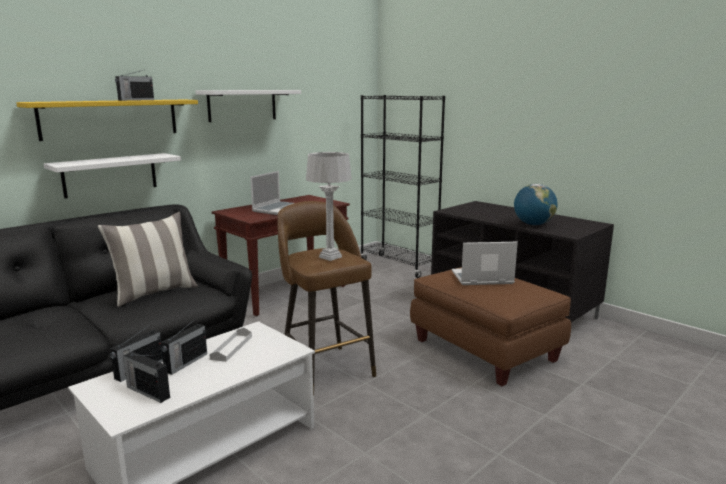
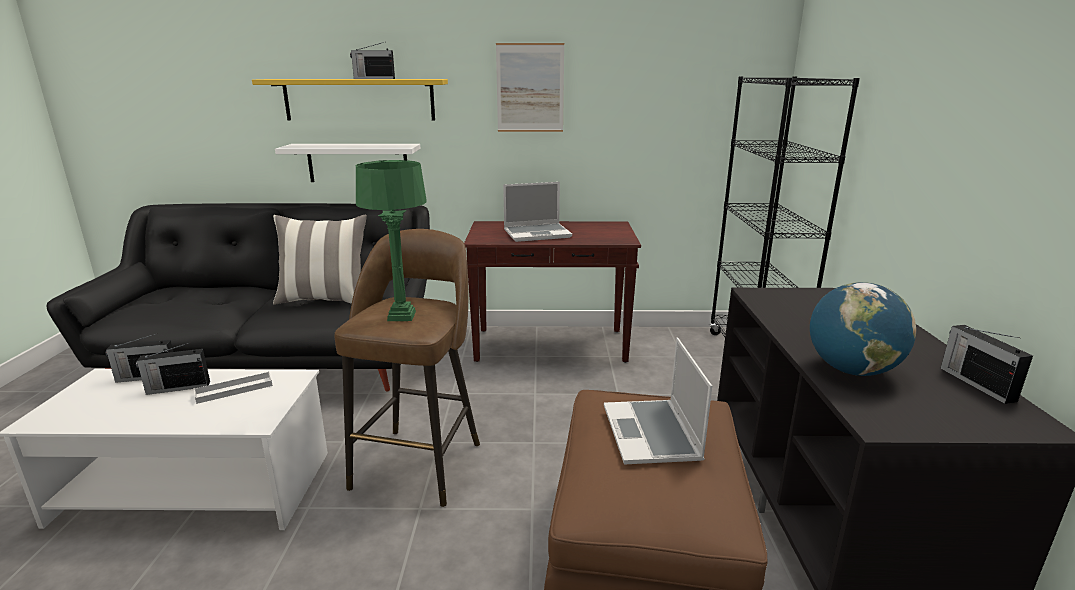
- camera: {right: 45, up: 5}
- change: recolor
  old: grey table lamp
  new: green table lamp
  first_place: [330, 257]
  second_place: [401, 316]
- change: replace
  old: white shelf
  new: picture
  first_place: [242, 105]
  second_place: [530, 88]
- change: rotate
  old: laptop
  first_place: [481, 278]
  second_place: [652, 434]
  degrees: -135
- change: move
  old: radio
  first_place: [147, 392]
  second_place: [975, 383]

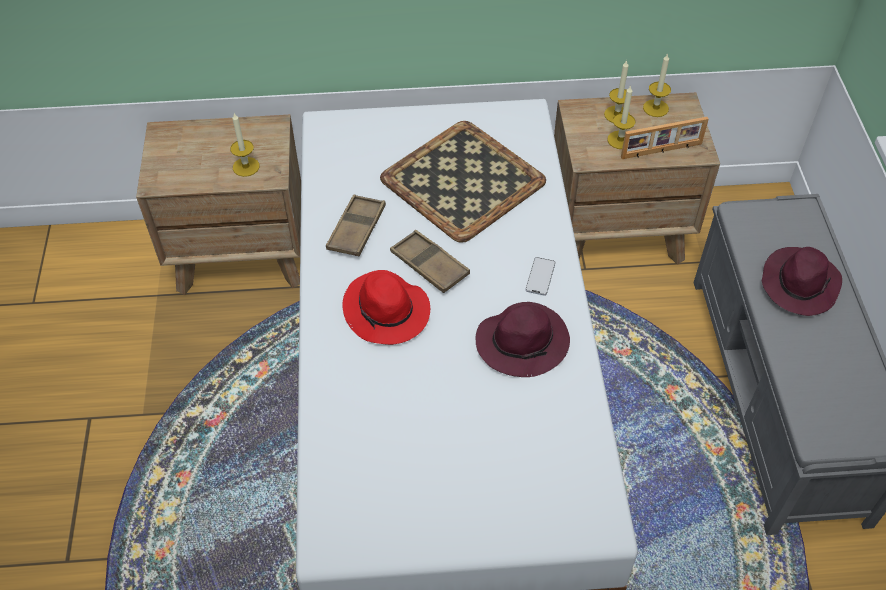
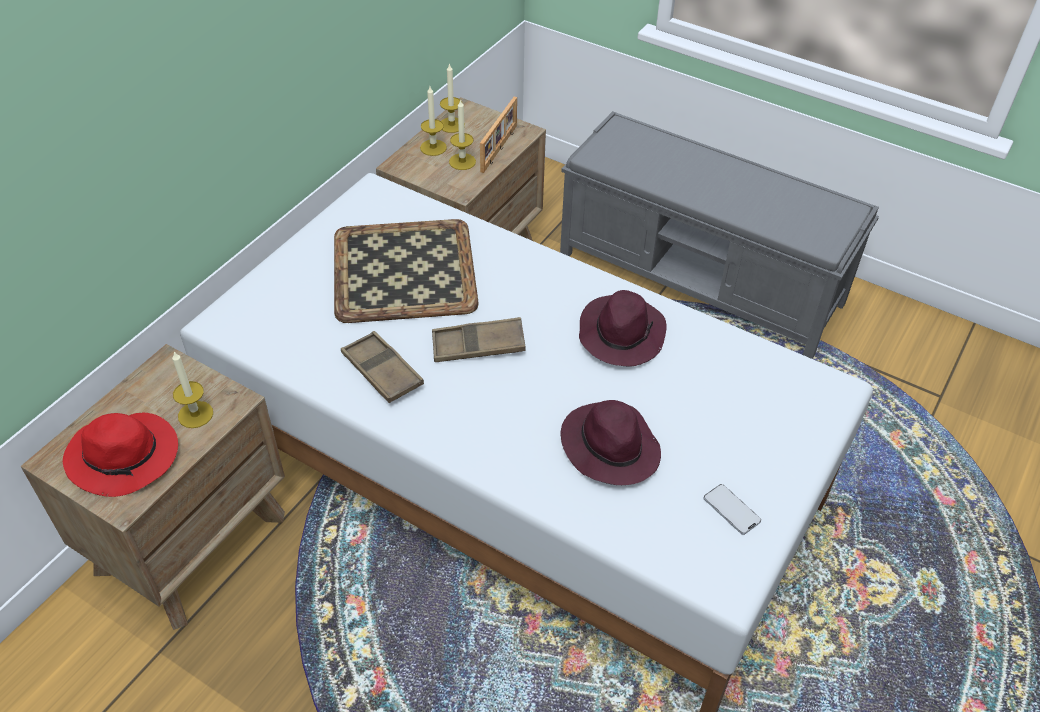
- camera: {right: -55, up: -5}
- change: move
  old: red hat
  first_place: [387, 312]
  second_place: [125, 457]
- change: move
  old: purple hat
  first_place: [799, 284]
  second_place: [609, 446]
- change: move
  old: phone
  first_place: [540, 277]
  second_place: [731, 510]

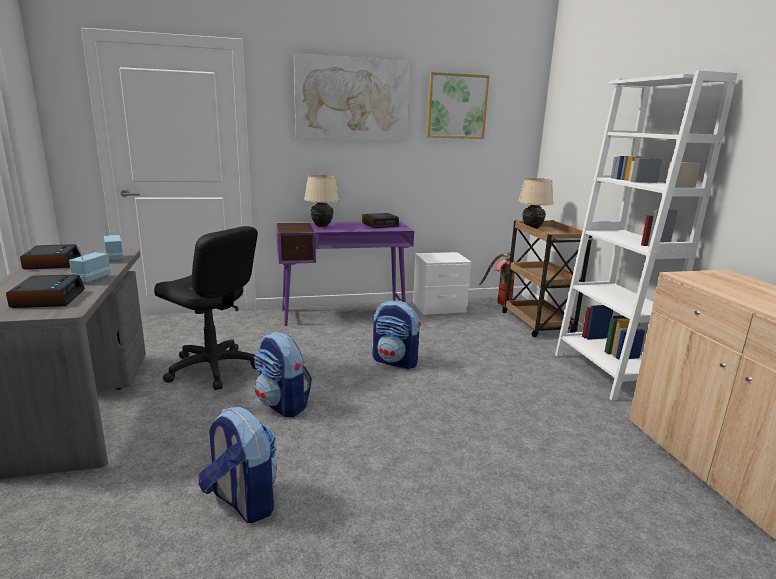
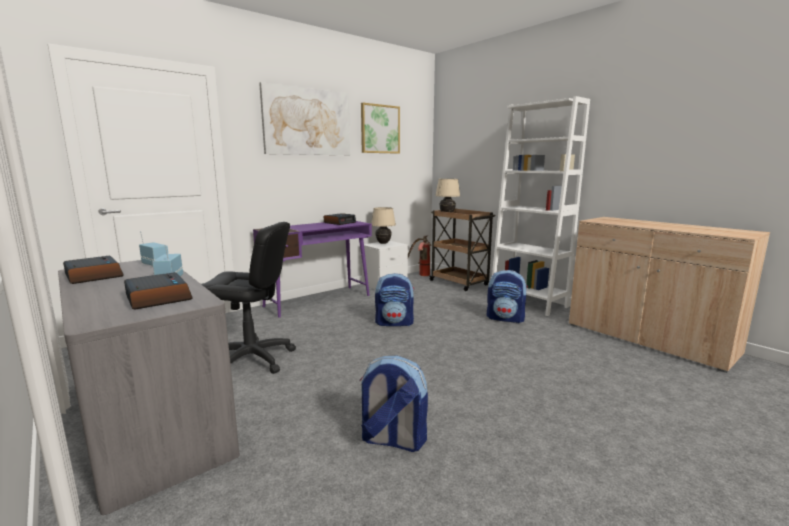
- camera: {right: -25, up: -5}
- change: move
  old: beige table lamp
  first_place: [321, 226]
  second_place: [383, 243]
- change: move
  old: backpack
  first_place: [283, 405]
  second_place: [506, 318]

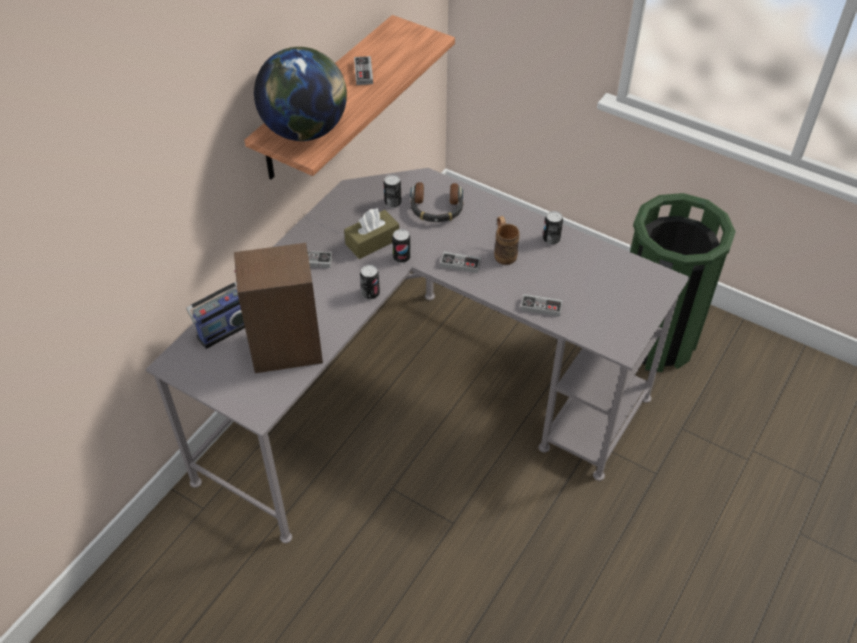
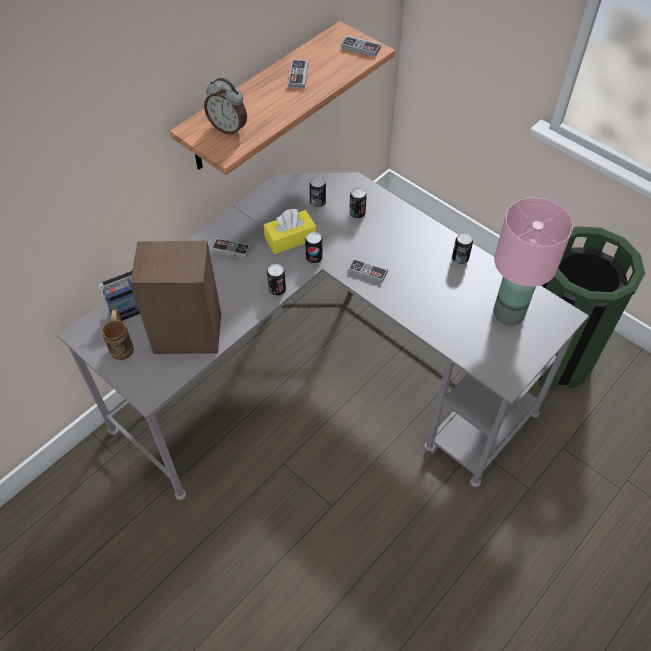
- camera: {right: 10, up: 5}
- change: move
  old: brown mug
  first_place: [503, 252]
  second_place: [122, 345]
- change: replace
  old: globe
  new: alarm clock
  first_place: [305, 130]
  second_place: [228, 128]
- change: recolor
  old: brown tissue box
  new: yellow tissue box
  first_place: [372, 241]
  second_place: [290, 238]
- change: move
  old: game controller
  first_place: [541, 307]
  second_place: [360, 48]
- change: replace
  old: headphones
  new: can
  first_place: [436, 208]
  second_place: [357, 213]
- change: insert
  new: pink table lamp
  second_place: [507, 313]

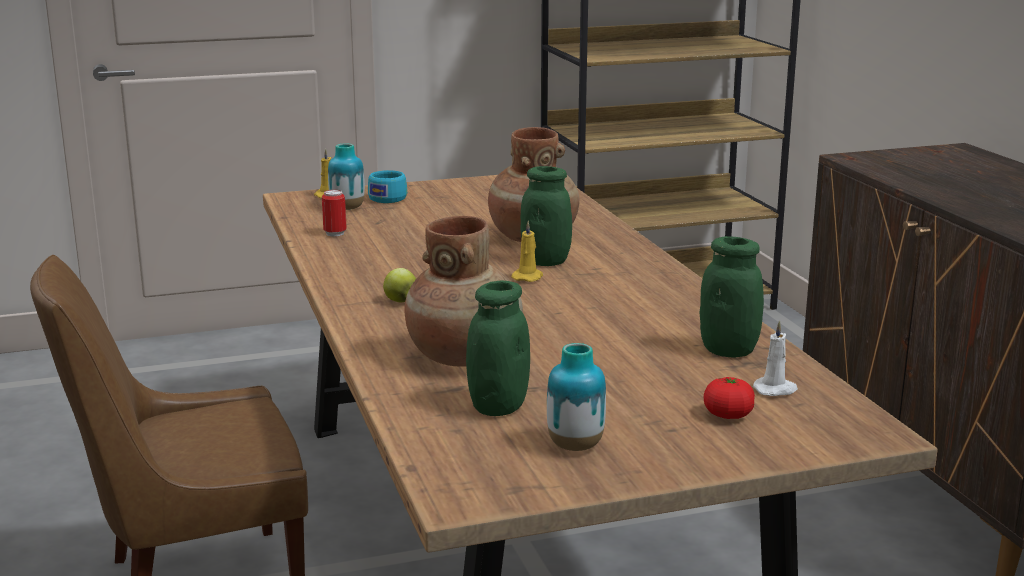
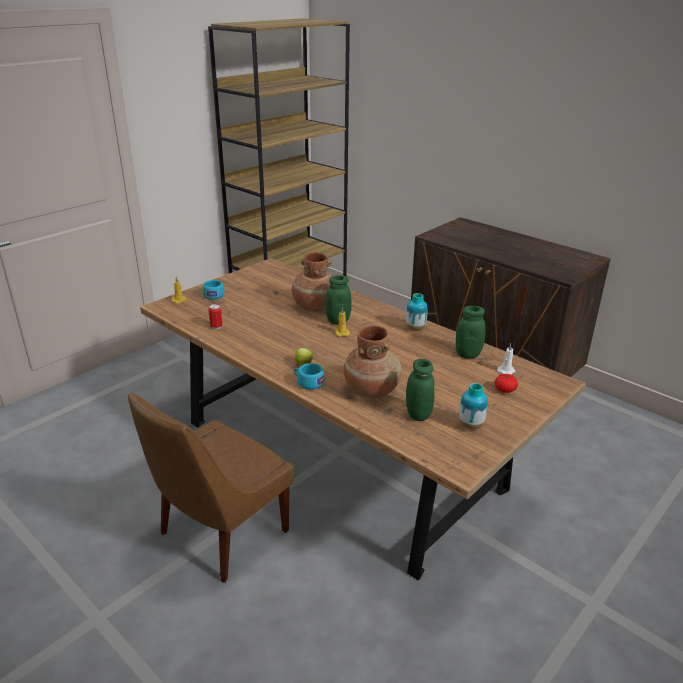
- camera: {right: -30, up: 10}
- change: insert
  new: turquoise cup
  second_place: [308, 383]
- change: move
  old: vase
  first_place: [347, 208]
  second_place: [415, 329]

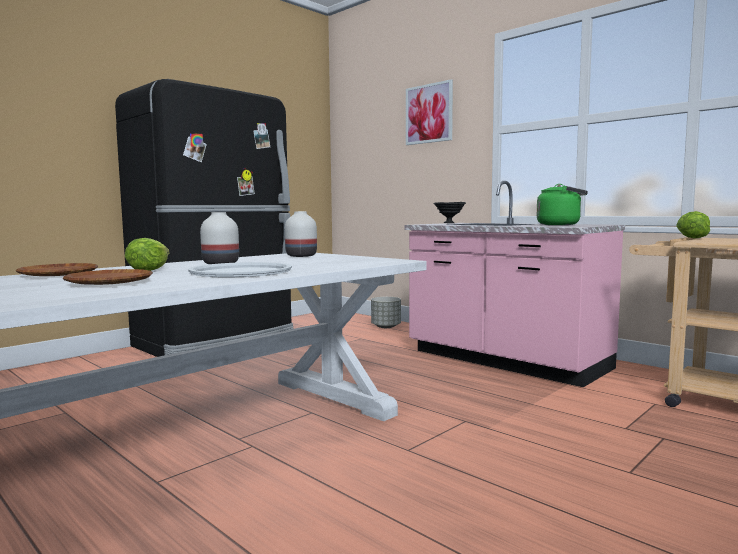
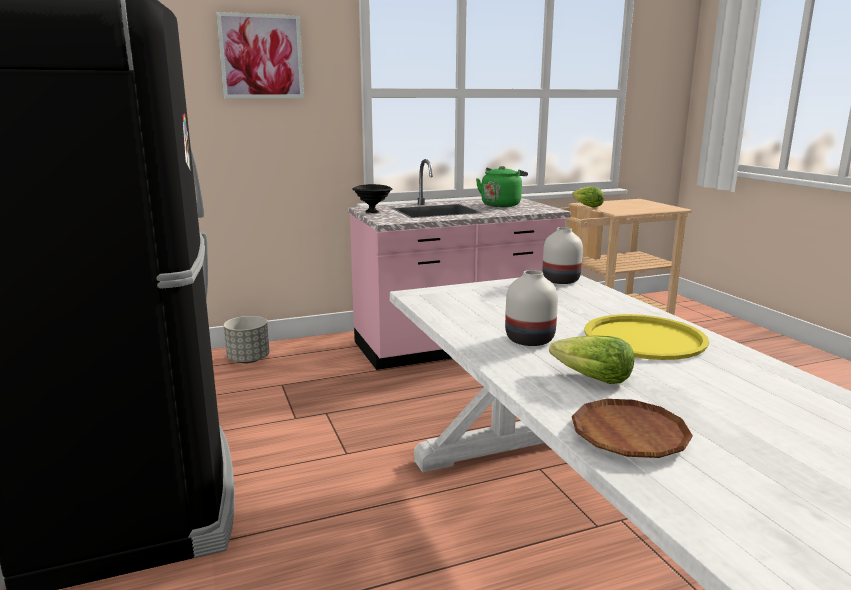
- camera: {right: -65, up: 10}
- change: move
  old: white vase
  first_place: [300, 256]
  second_place: [561, 281]
- change: recolor
  old: white tray
  new: yellow tray
  first_place: [241, 271]
  second_place: [644, 338]
- change: delete
  old: brown plate
  first_place: [109, 282]

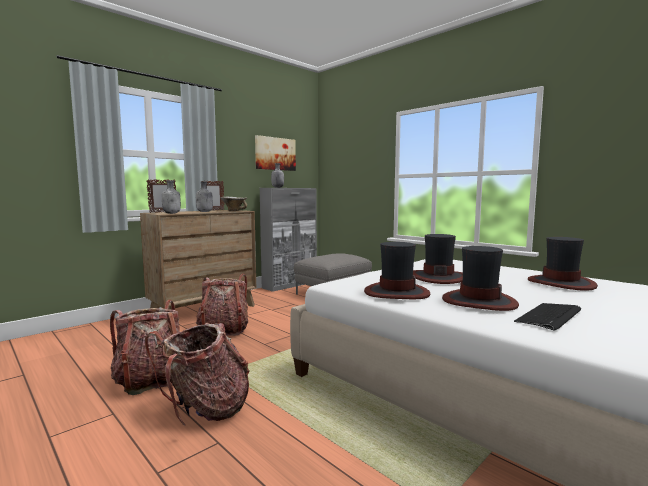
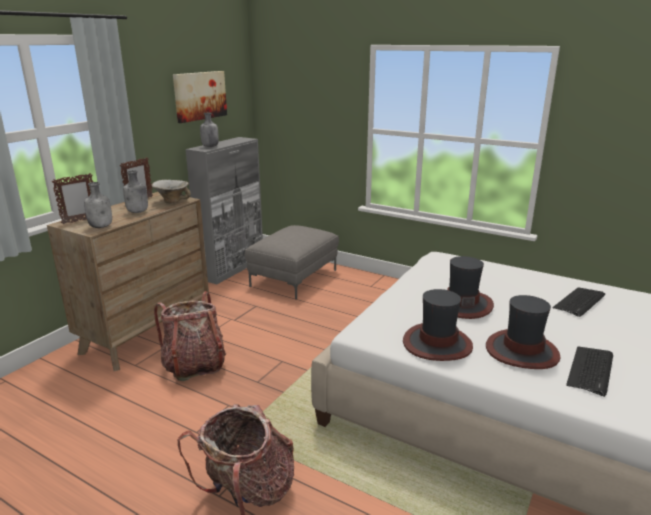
- camera: {right: -15, up: 15}
- change: replace
  old: hat
  new: keyboard
  first_place: [561, 283]
  second_place: [579, 302]
- change: delete
  old: backpack
  first_place: [151, 379]

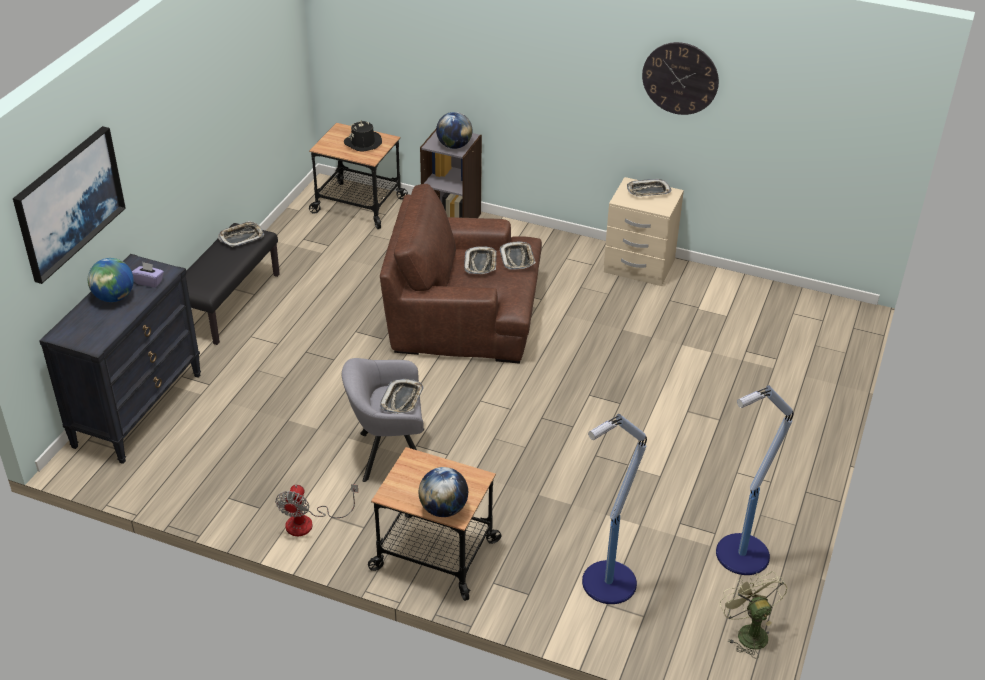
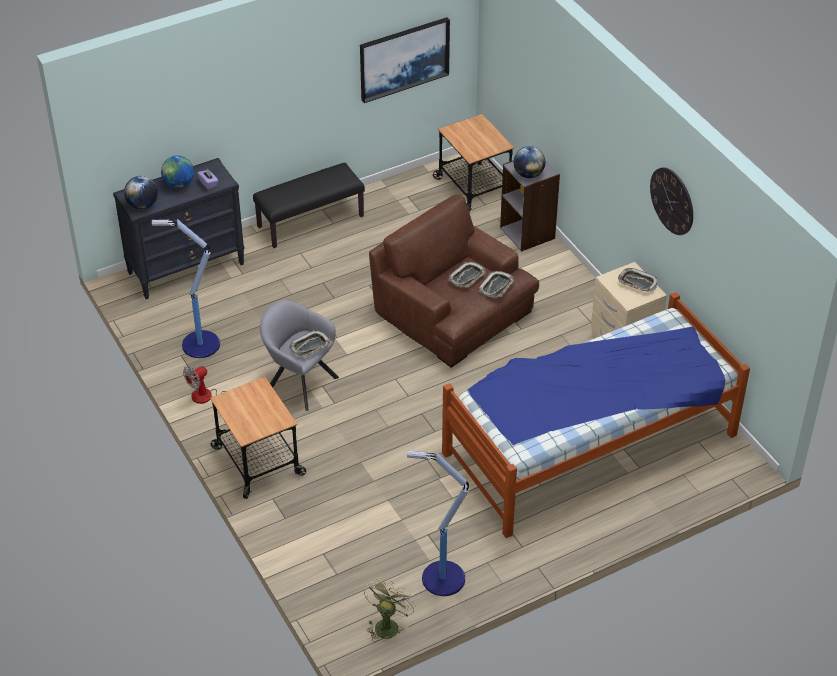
- camera: {right: 40, up: 5}
- change: move
  old: globe
  first_place: [443, 509]
  second_place: [142, 205]
- change: move
  old: floor lamp
  first_place: [607, 584]
  second_place: [199, 344]
- change: move
  old: picture
  first_place: [69, 202]
  second_place: [404, 58]
- change: insert
  new: bed
  second_place: [589, 443]
- change: delete
  old: tray
  first_place: [241, 237]
- change: delete
  old: black hat
  first_place: [363, 143]

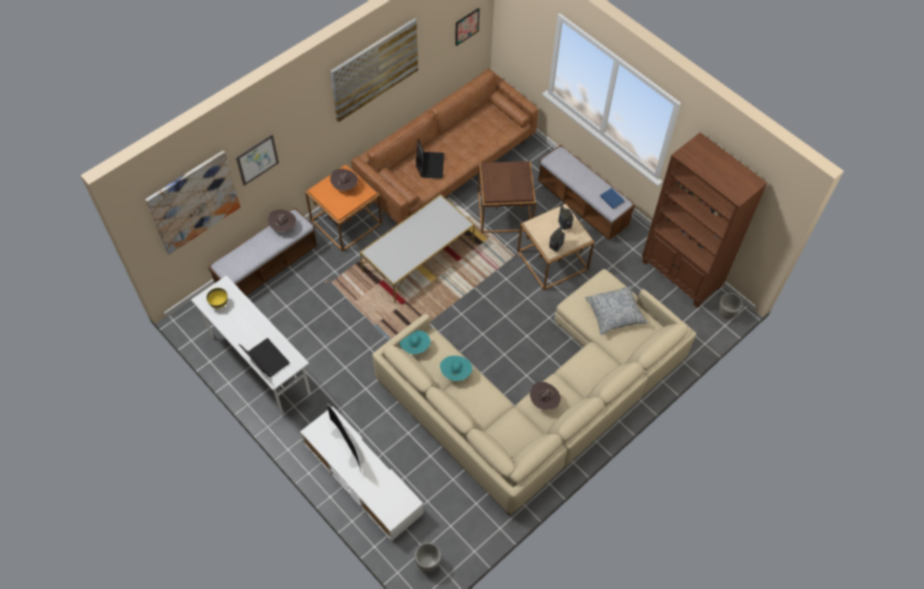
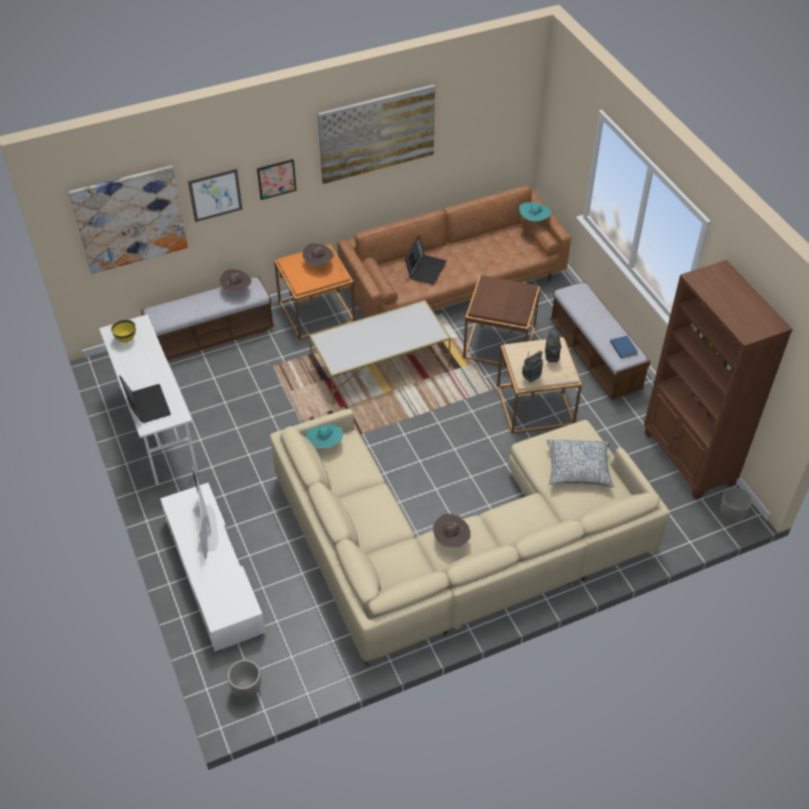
- camera: {right: 20, up: -10}
- change: move
  old: picture
  first_place: [466, 26]
  second_place: [276, 179]
- change: move
  old: turquoise hat
  first_place: [456, 373]
  second_place: [534, 221]

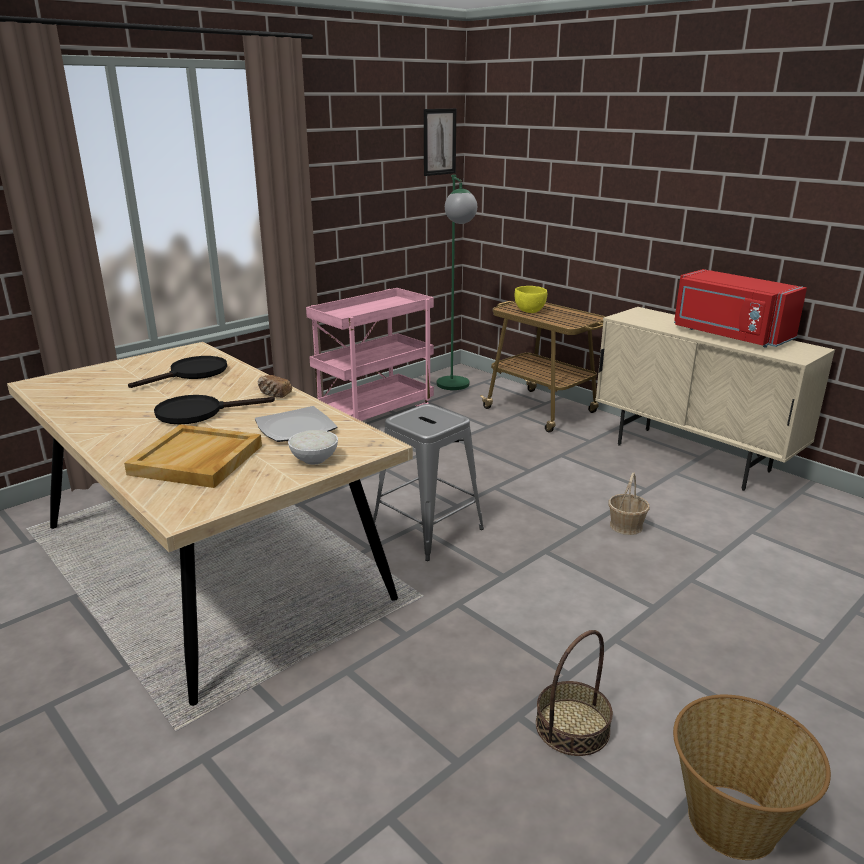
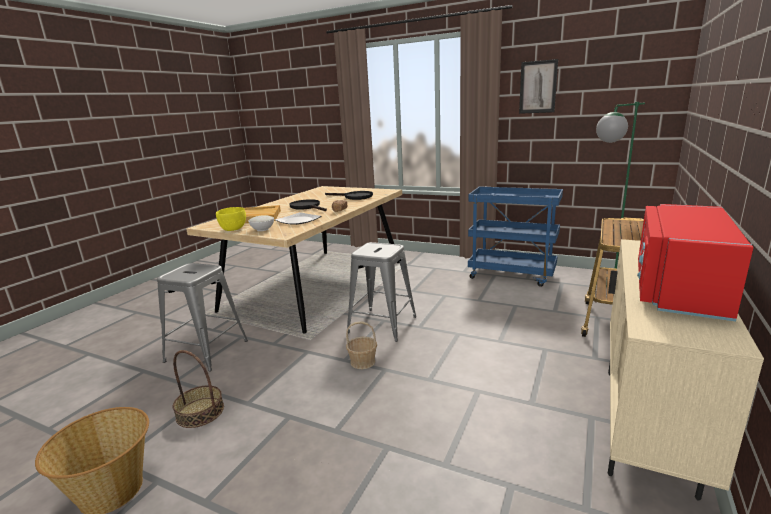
- camera: {right: 70, up: -5}
- change: insert
  new: grey stool
  second_place: [207, 351]
- change: move
  old: yellow bowl
  first_place: [529, 311]
  second_place: [233, 229]
- change: move
  old: basket
  first_place: [626, 526]
  second_place: [363, 362]
- change: recolor
  old: pink cart
  new: blue cart
  first_place: [375, 416]
  second_place: [512, 275]
- change: move
  old: picture
  first_place: [439, 142]
  second_place: [538, 87]

